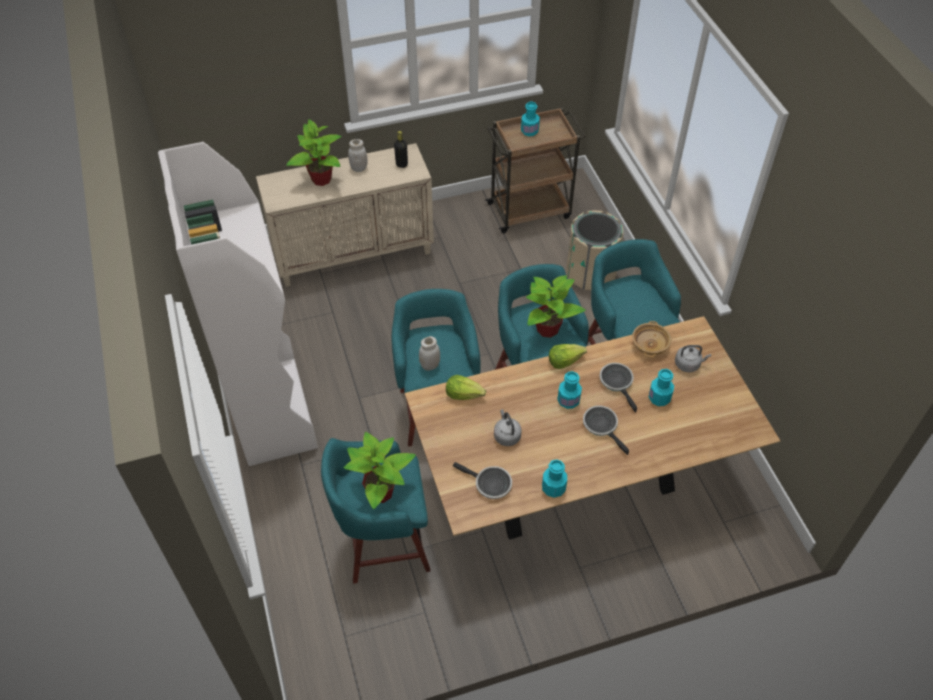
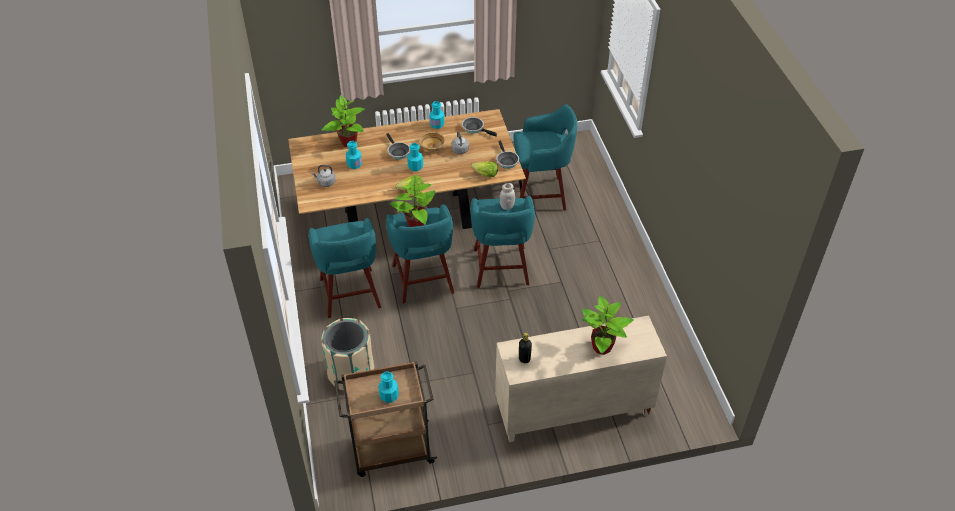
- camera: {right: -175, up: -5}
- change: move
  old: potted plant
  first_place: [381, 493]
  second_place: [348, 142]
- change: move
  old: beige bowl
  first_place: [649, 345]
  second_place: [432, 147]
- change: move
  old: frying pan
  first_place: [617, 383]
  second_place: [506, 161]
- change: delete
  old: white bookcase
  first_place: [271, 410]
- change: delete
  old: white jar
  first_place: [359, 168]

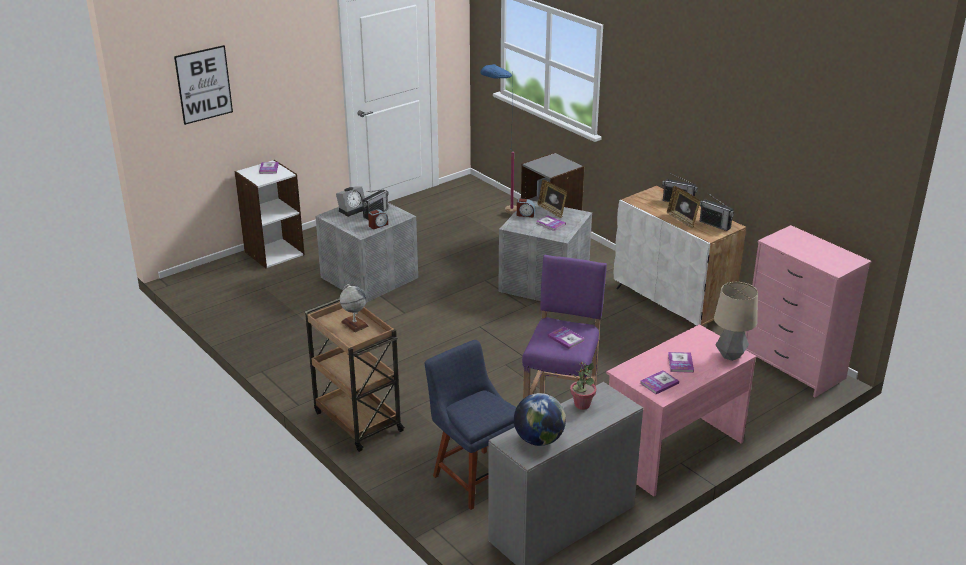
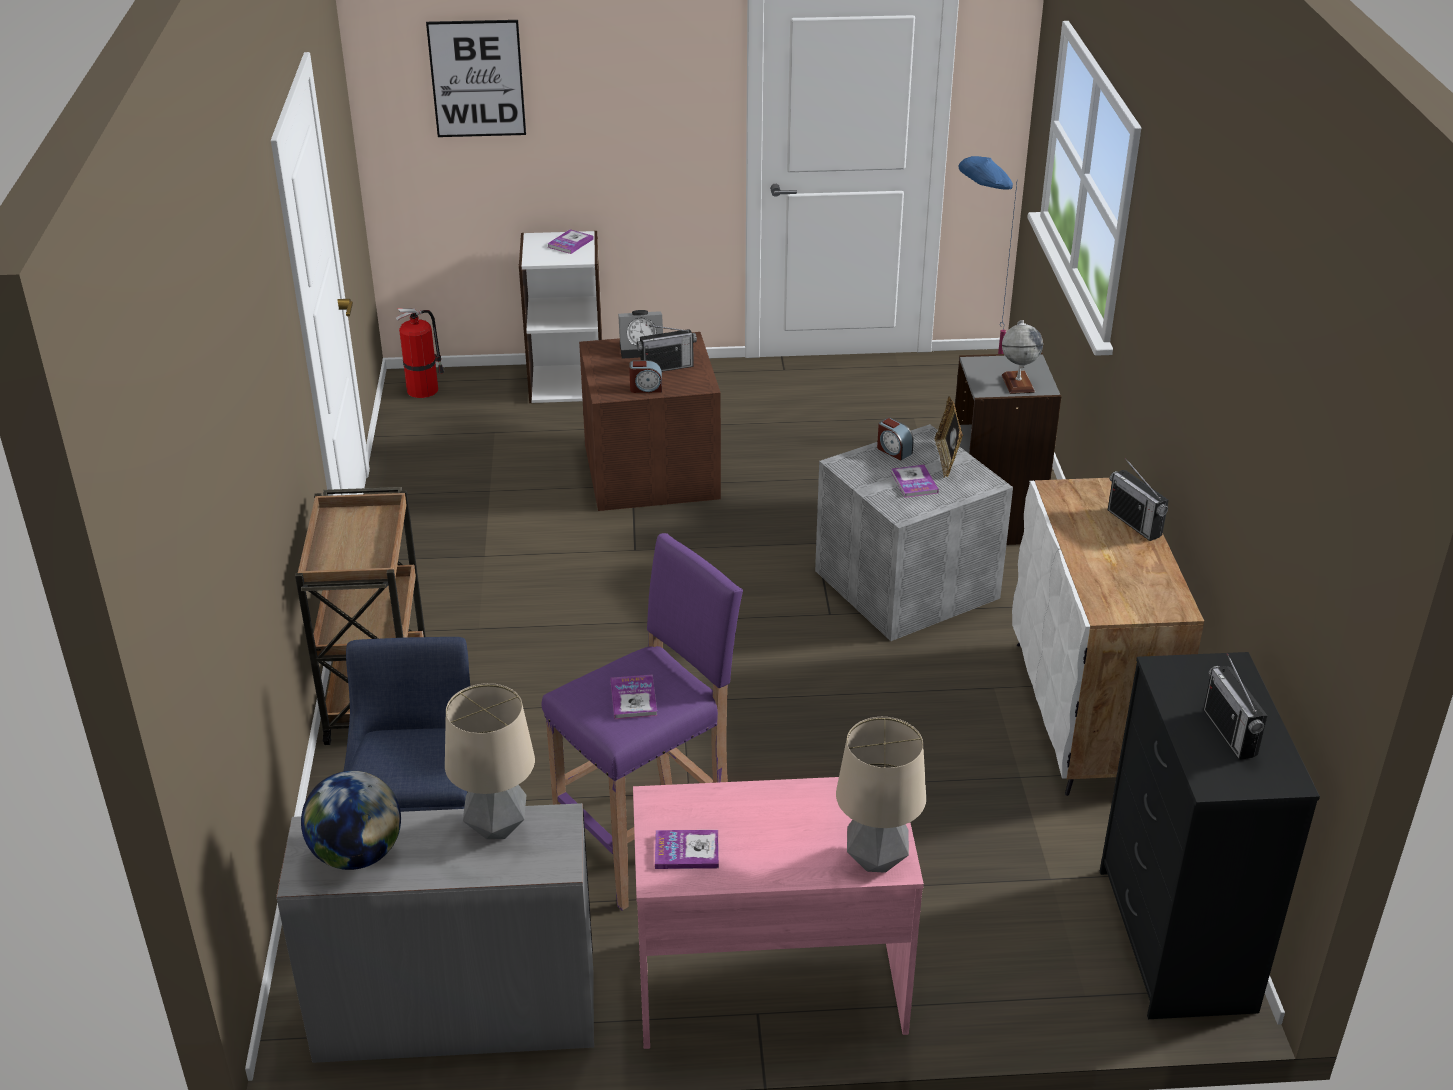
- camera: {right: 35, up: 5}
- change: insert
  new: fire extinguisher
  second_place: [424, 389]
- change: replace
  old: potted plant
  new: table lamp
  first_place: [582, 405]
  second_place: [496, 827]
- change: recolor
  old: grey storage box
  new: brown storage box
  first_place: [369, 276]
  second_place: [653, 470]
- change: move
  old: globe
  first_place: [354, 324]
  second_place: [1018, 383]
- change: recolor
  old: pink dresser
  new: black dresser
  first_place: [792, 367]
  second_place: [1174, 939]
- change: move
  old: radio
  first_place: [715, 225]
  second_place: [1229, 733]
- change: delete
  old: picture frame
  first_place: [682, 220]
- change: delete
  old: book
  first_place: [680, 363]

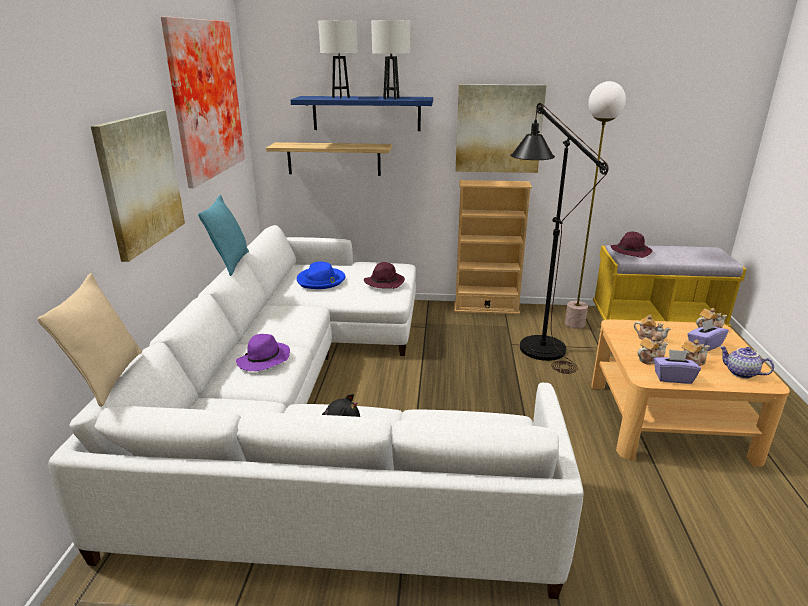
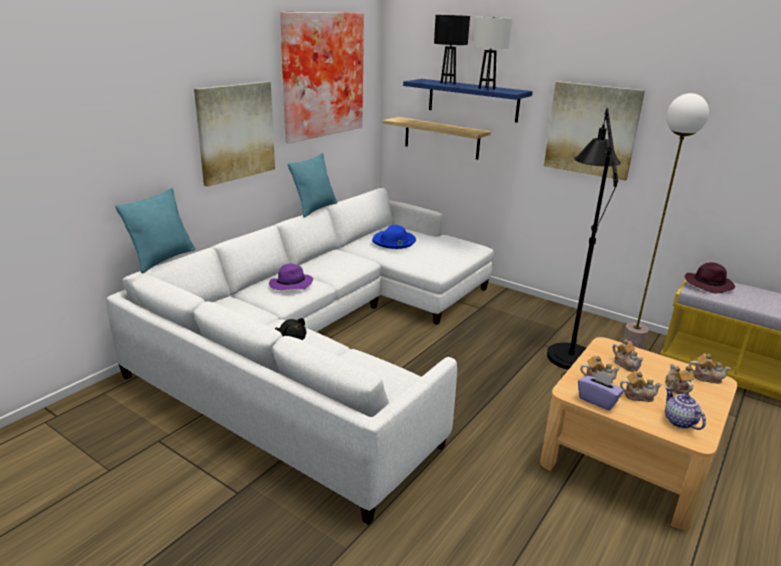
- camera: {right: 30, up: 0}
- change: recolor
  old: beige pillow
  new: turquoise pillow
  first_place: [108, 377]
  second_place: [162, 259]
- change: recolor
  old: white table lamp
  new: black table lamp
  first_place: [340, 97]
  second_place: [447, 83]
- change: replace
  old: purple tissue box
  new: teapot
  first_place: [704, 345]
  second_place: [676, 388]
- change: delete
  old: purple hat
  first_place: [384, 282]
- change: delete
  old: beige bookcase
  first_place: [486, 308]

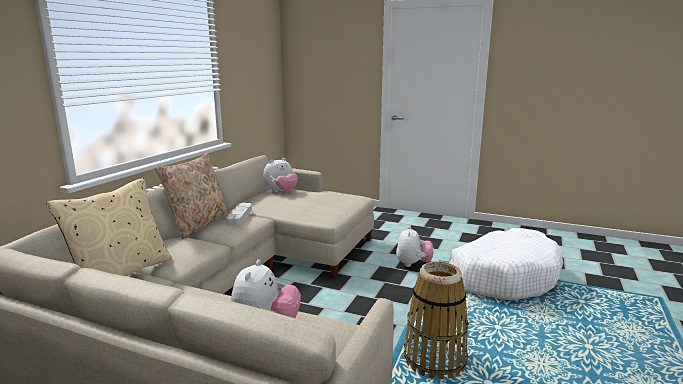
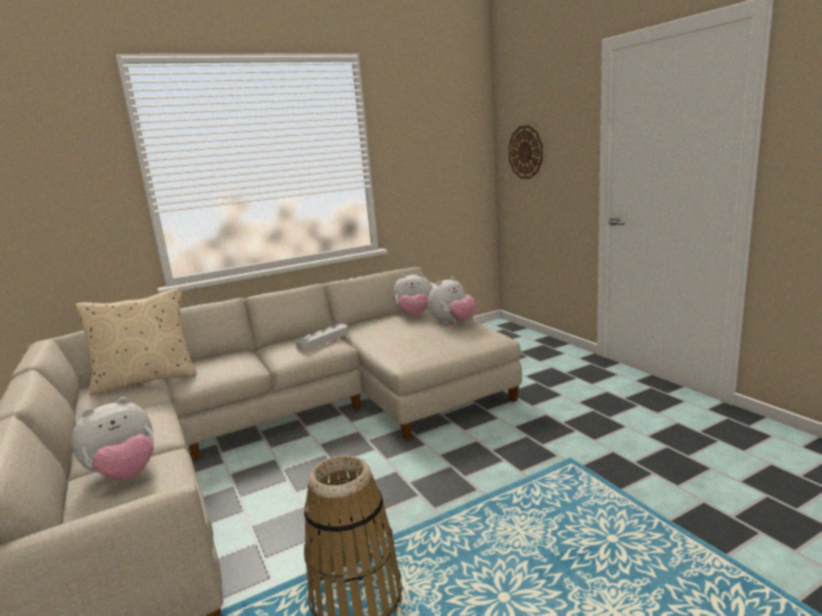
- camera: {right: 40, up: 0}
- change: move
  old: plush toy
  first_place: [413, 264]
  second_place: [452, 323]
- change: insert
  new: wall clock
  second_place: [526, 152]
- change: delete
  old: beige pillow
  first_place: [198, 224]
- change: delete
  old: white dog bed
  first_place: [503, 276]

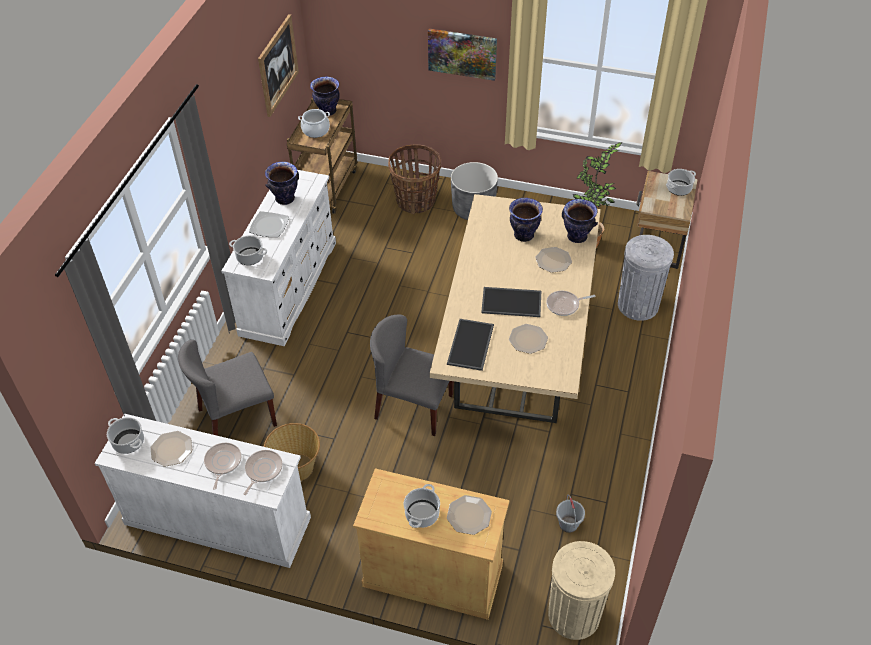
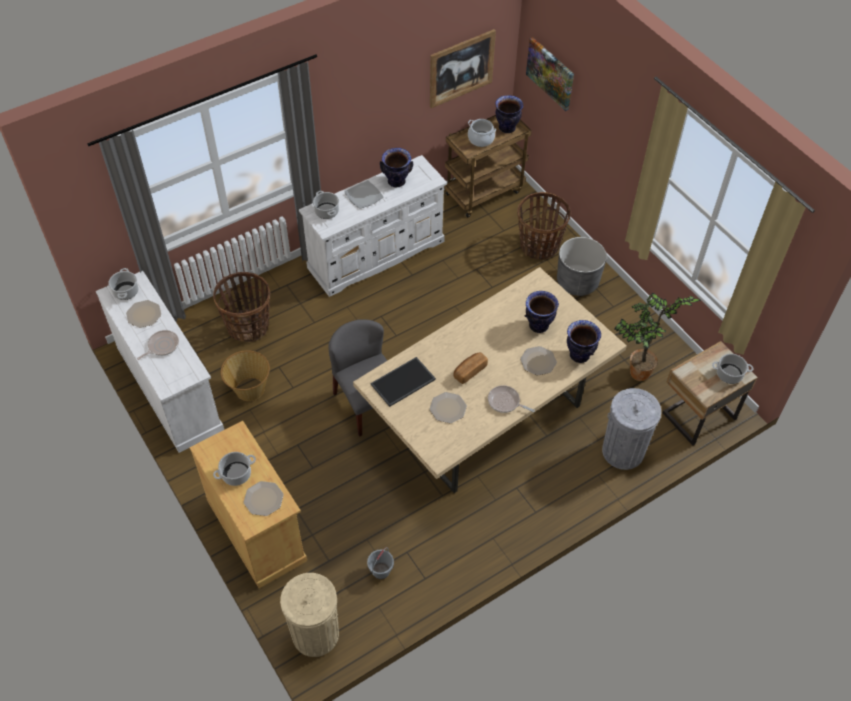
- camera: {right: 40, up: 5}
- change: replace
  old: grey chair
  new: basket
  first_place: [236, 418]
  second_place: [248, 326]
- change: replace
  old: tray
  new: bread
  first_place: [512, 301]
  second_place: [469, 371]
- change: move
  old: picture
  first_place: [462, 53]
  second_place: [550, 73]
- change: delete
  old: frying pan
  first_place: [262, 470]

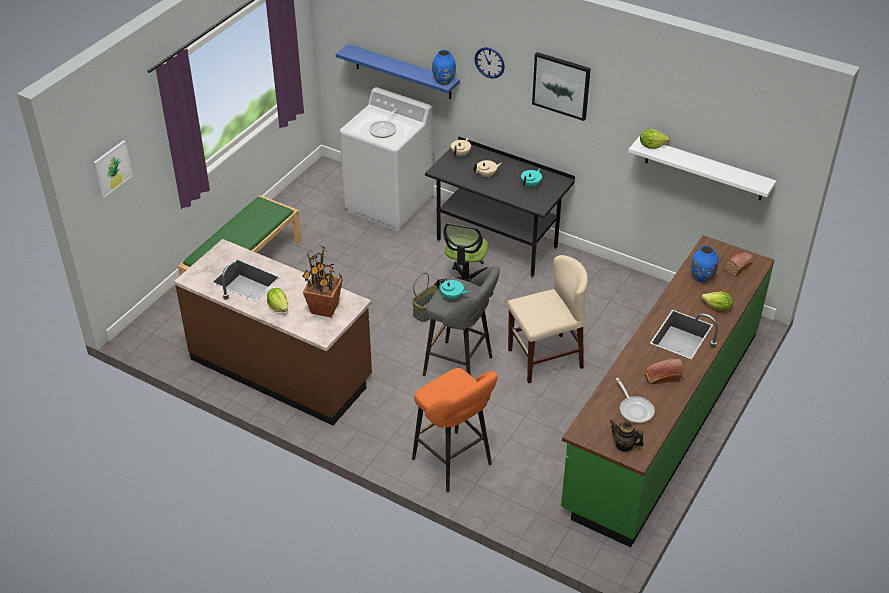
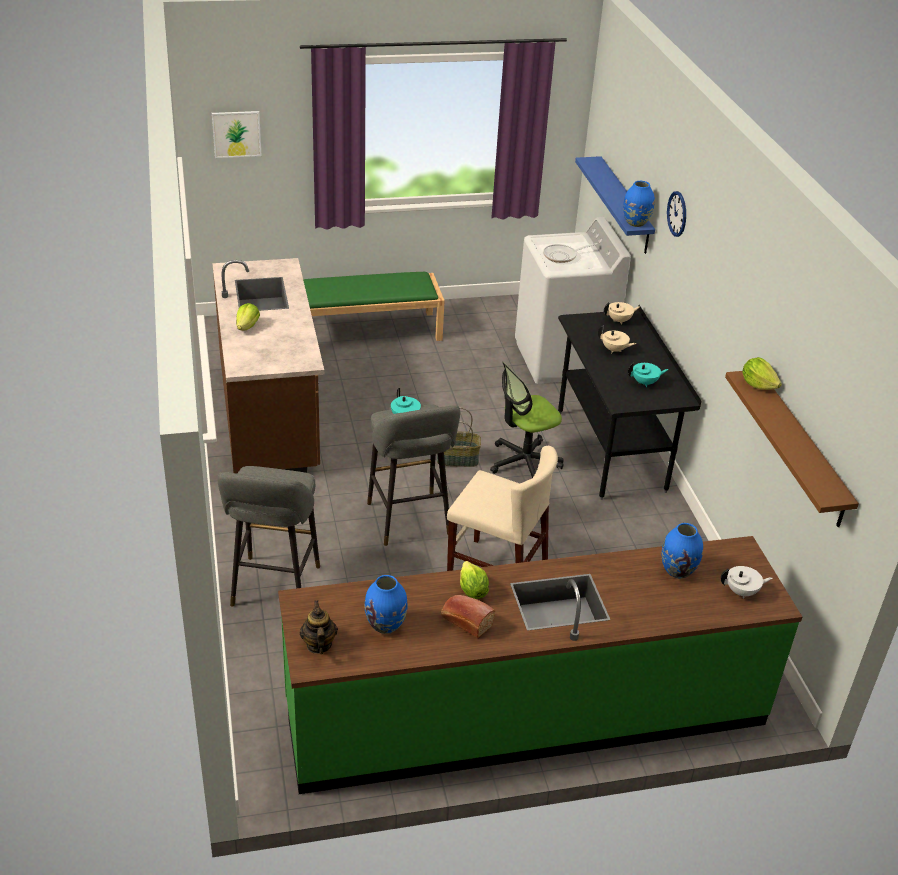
- camera: {right: 45, up: -5}
- change: recolor
  old: orange stool
  new: grey stool
  first_place: [455, 464]
  second_place: [274, 590]
- change: replace
  old: frying pan
  new: blue vase
  first_place: [635, 409]
  second_place: [386, 625]
- change: move
  old: lettuce
  first_place: [717, 308]
  second_place: [472, 591]
- change: replace
  old: bread
  new: white teapot
  first_place: [738, 267]
  second_place: [742, 592]
- change: recolor
  old: white shelf
  new: brown shelf
  first_place: [704, 169]
  second_place: [800, 448]
- change: delete
  old: potted plant
  first_place: [324, 309]
- change: delete
  old: picture
  first_place: [561, 85]

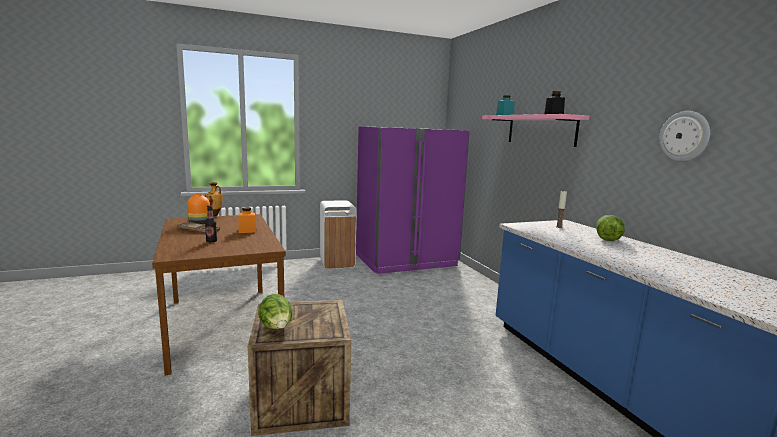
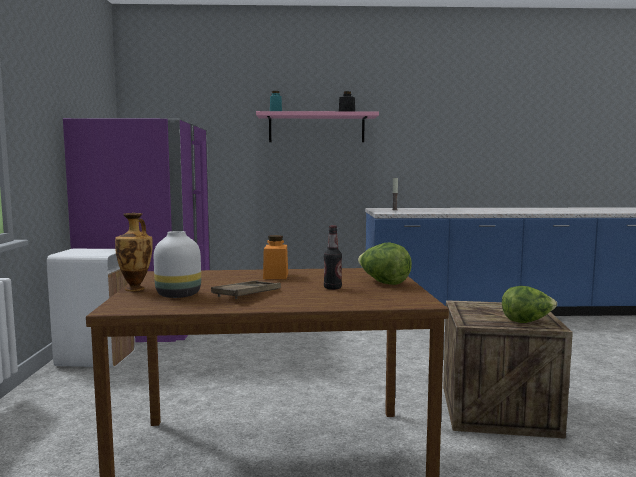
- camera: {right: -70, up: -5}
- change: recolor
  old: orange vase
  new: white vase
  first_place: [199, 223]
  second_place: [178, 295]
- change: move
  old: lettuce
  first_place: [608, 239]
  second_place: [383, 283]
- change: delete
  old: wall clock
  first_place: [684, 136]

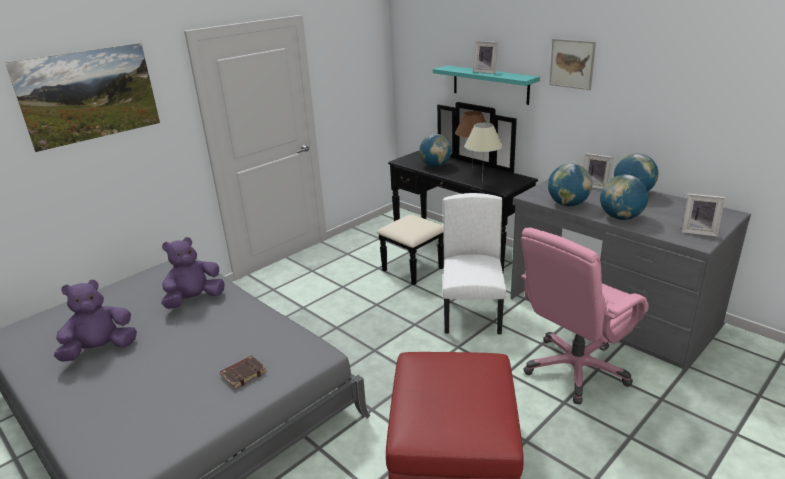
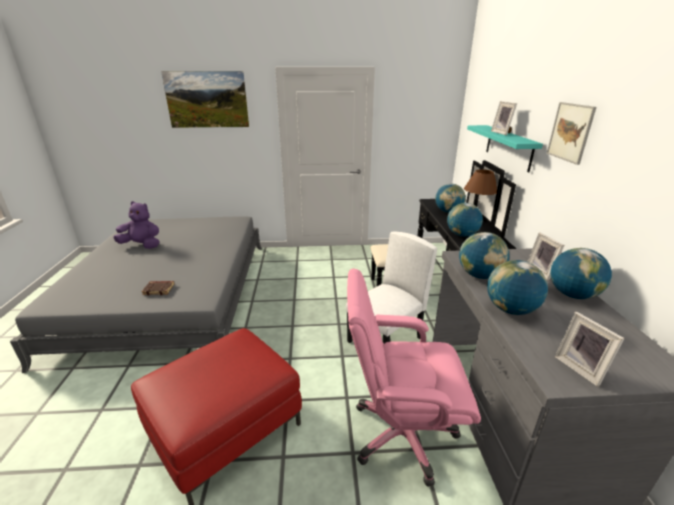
- camera: {right: 40, up: 0}
- change: replace
  old: beige table lamp
  new: globe
  first_place: [482, 182]
  second_place: [462, 235]
- change: delete
  old: purple plush toy
  first_place: [194, 299]

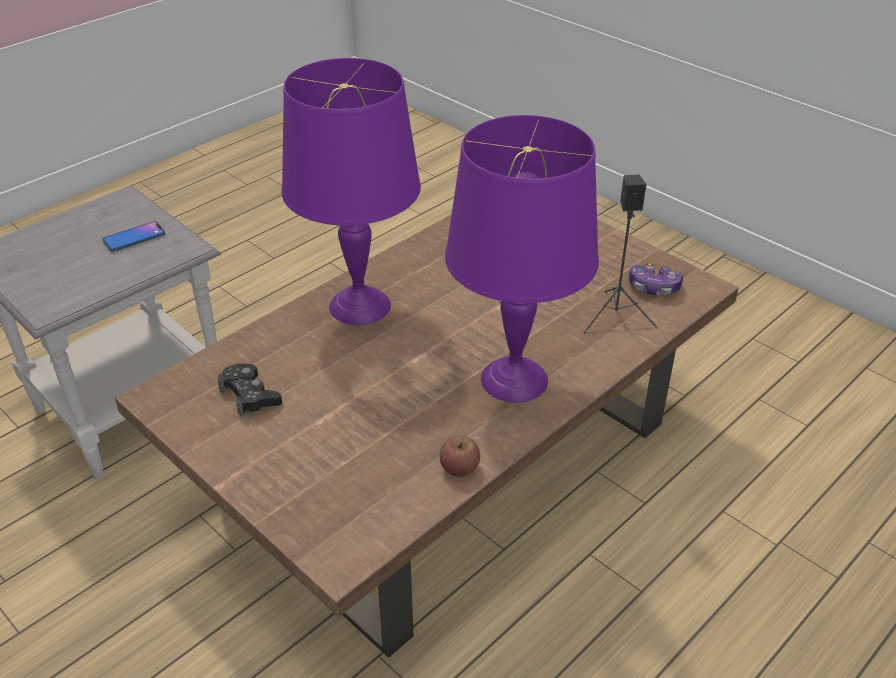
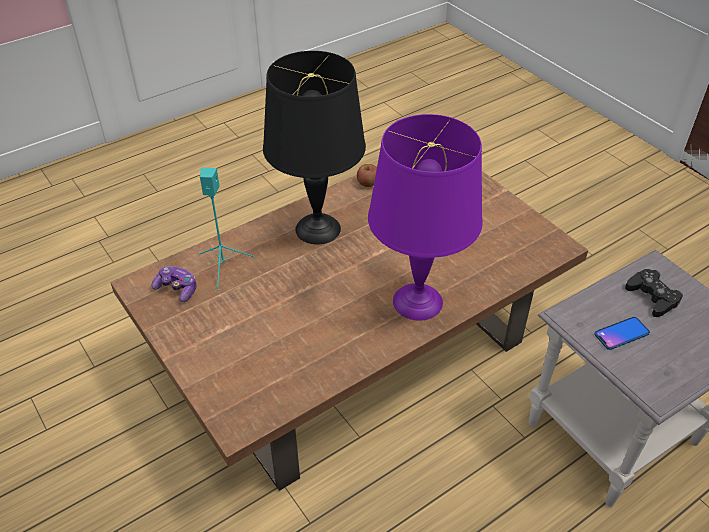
- camera: {right: -170, up: 5}
- change: recolor
  old: black speaker
  new: turquoise speaker
  first_place: [616, 317]
  second_place: [223, 266]
- change: recolor
  old: purple table lamp
  new: black table lamp
  first_place: [514, 380]
  second_place: [318, 228]
- change: move
  old: black game controller
  first_place: [250, 395]
  second_place: [652, 297]

